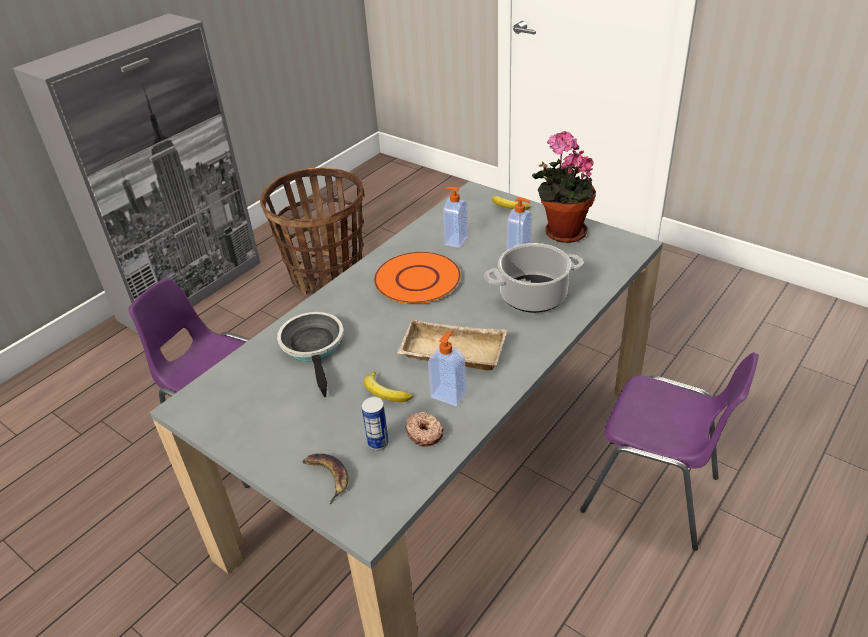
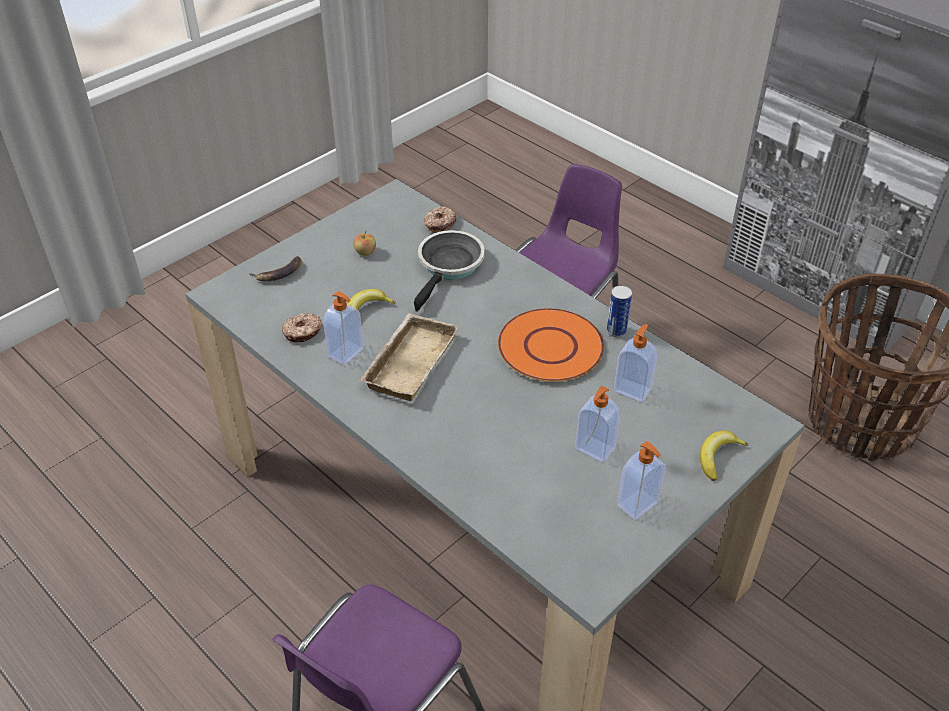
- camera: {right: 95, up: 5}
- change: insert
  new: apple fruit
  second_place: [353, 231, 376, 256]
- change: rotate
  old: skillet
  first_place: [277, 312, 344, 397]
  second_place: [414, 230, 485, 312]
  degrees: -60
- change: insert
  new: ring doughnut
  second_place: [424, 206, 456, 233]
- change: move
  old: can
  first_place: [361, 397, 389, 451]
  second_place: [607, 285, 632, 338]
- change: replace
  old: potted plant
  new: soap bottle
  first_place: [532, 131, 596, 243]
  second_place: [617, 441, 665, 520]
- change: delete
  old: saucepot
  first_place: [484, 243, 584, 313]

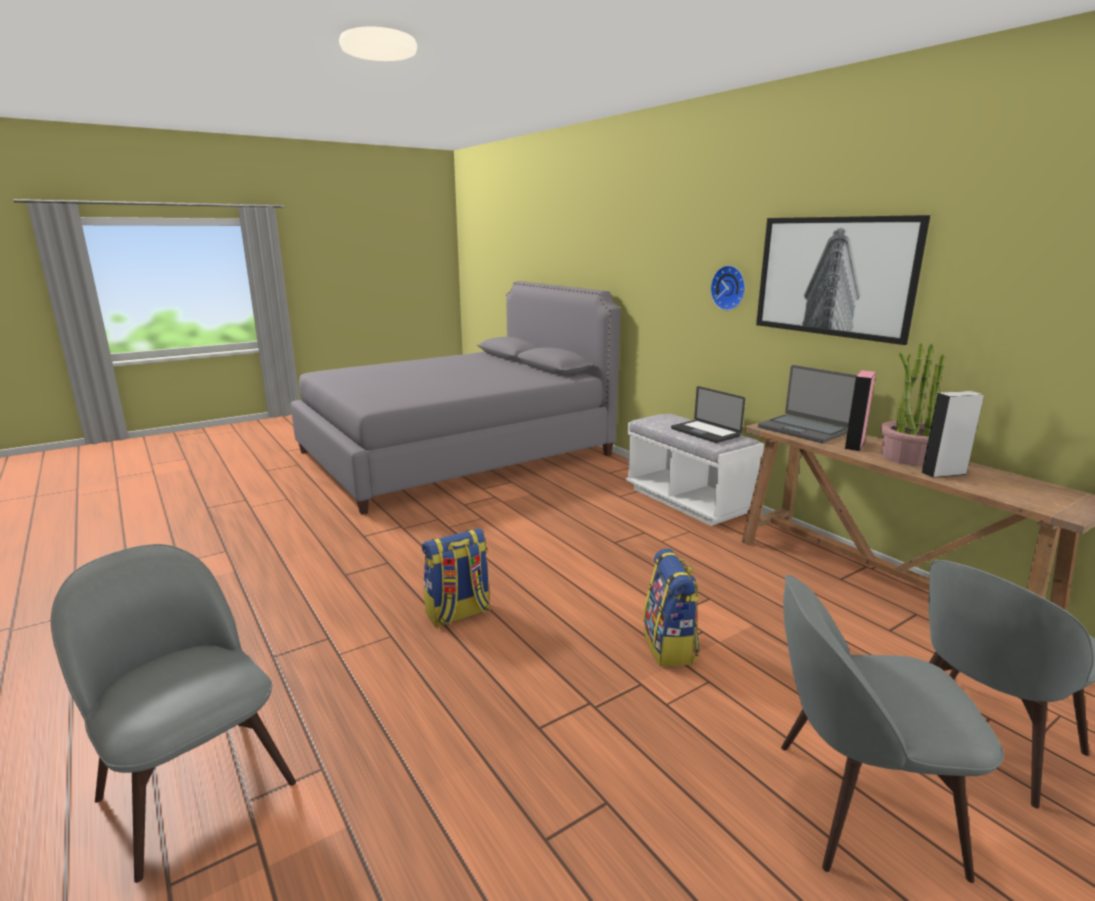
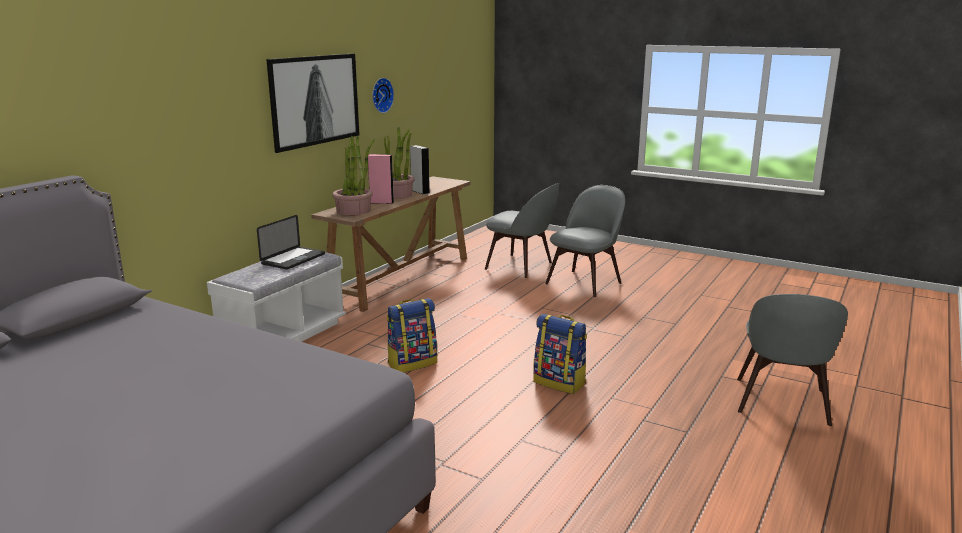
- camera: {right: -115, up: 0}
- change: replace
  old: notebook computer
  new: potted plant
  first_place: [758, 365, 857, 443]
  second_place: [332, 136, 375, 215]
- change: move
  old: clock on the wall
  first_place: [710, 265, 745, 311]
  second_place: [372, 78, 394, 113]
- change: move
  old: knapsack
  first_place: [643, 549, 700, 666]
  second_place: [387, 298, 437, 373]
- change: rotate
  old: greyish upright chair
  first_place: [781, 575, 1004, 883]
  second_place: [545, 185, 625, 297]
  degrees: -120

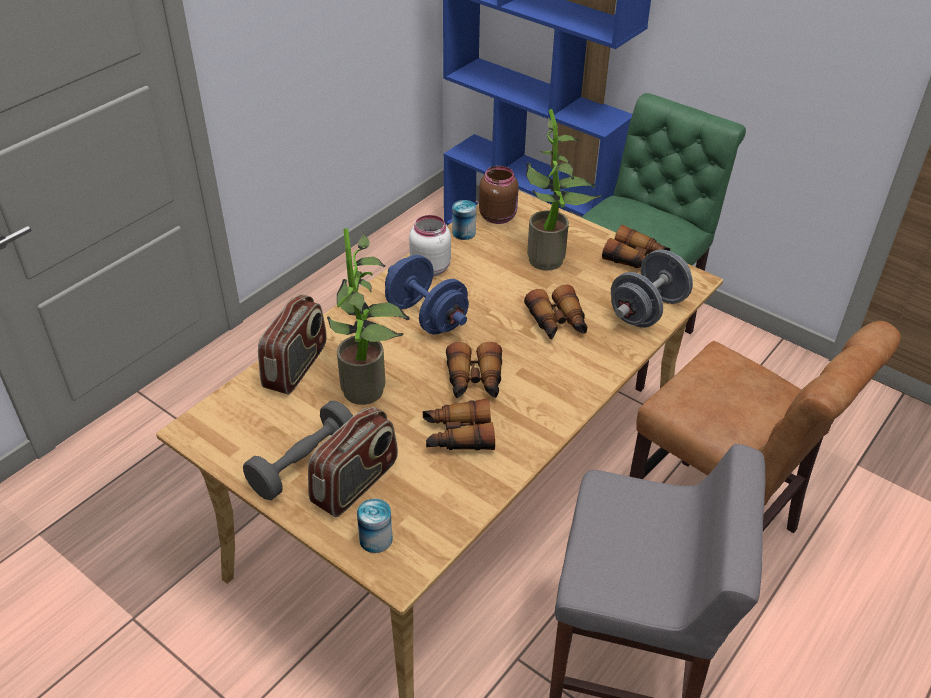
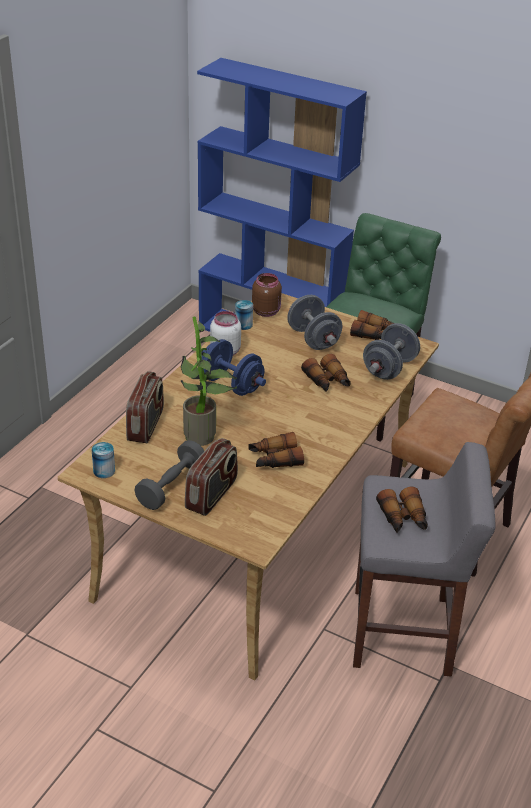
- camera: {right: -10, up: -5}
- change: move
  old: can
  first_place: [357, 498, 393, 553]
  second_place: [92, 442, 115, 478]
- change: replace
  old: potted plant
  new: greyish hand weight
  first_place: [526, 109, 601, 271]
  second_place: [287, 295, 342, 350]
- change: move
  old: field glasses
  first_place: [446, 342, 502, 398]
  second_place: [376, 487, 428, 533]

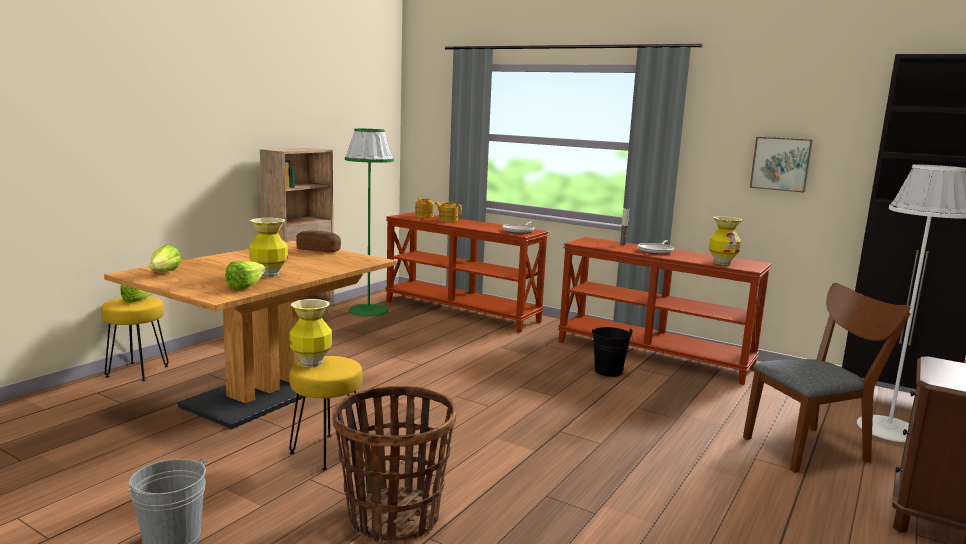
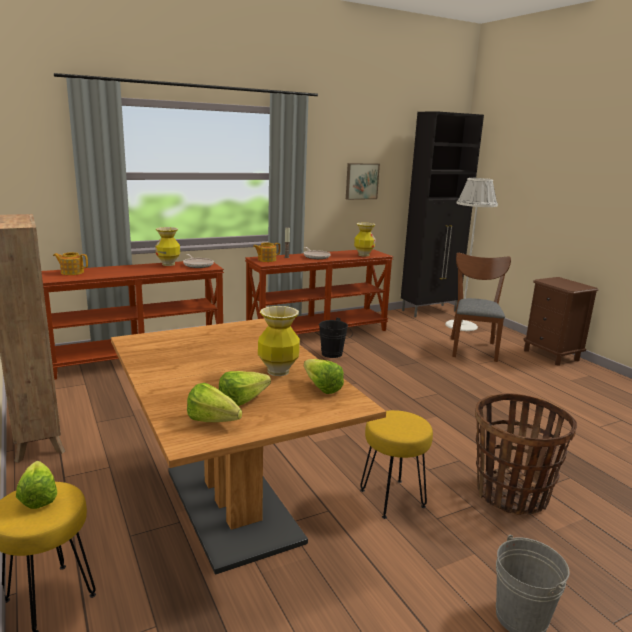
- camera: {right: -60, up: 5}
- change: move
  old: flower vase
  first_place: [290, 299, 332, 367]
  second_place: [155, 227, 180, 266]
- change: insert
  new: lettuce
  second_place: [219, 371, 271, 406]
- change: move
  old: pot for tea
  first_place: [435, 202, 462, 222]
  second_place: [253, 243, 280, 262]
- change: delete
  old: bakery bread
  first_place: [296, 230, 341, 253]
- change: delete
  old: greenish standing lamp
  first_place: [345, 128, 394, 316]

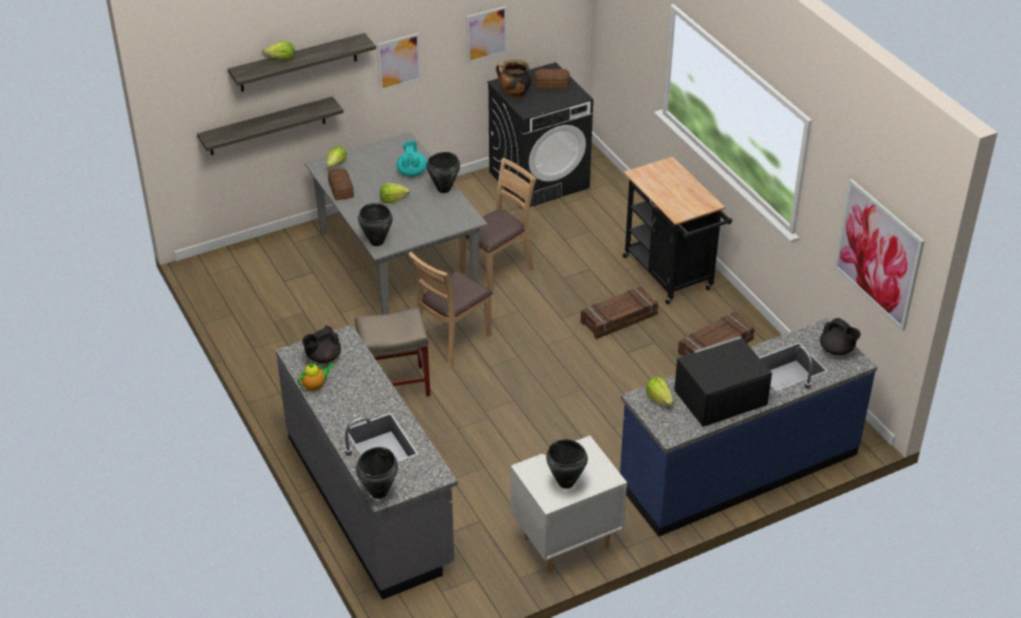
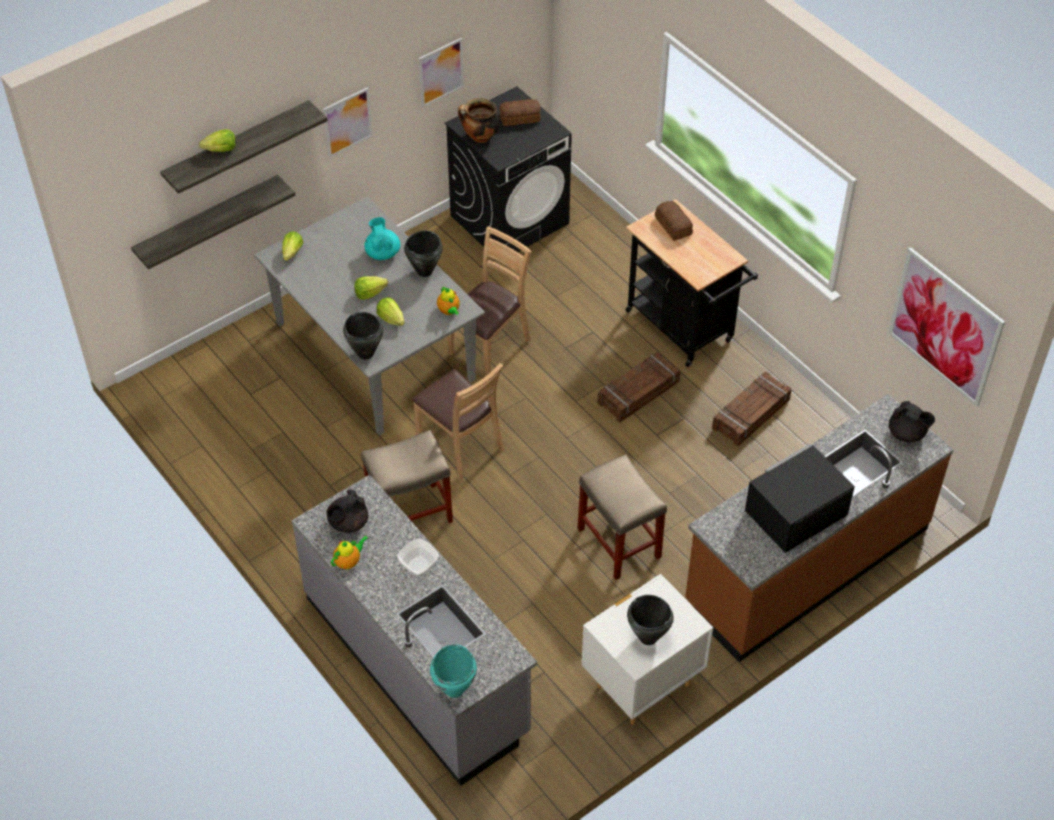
- camera: {right: -10, up: 10}
- change: move
  old: lettuce
  first_place: [646, 377, 673, 406]
  second_place: [377, 297, 404, 326]
- change: insert
  new: serving bowl
  second_place: [397, 539, 439, 576]
- change: rotate
  old: brown-coloured upright chair
  first_place: [408, 252, 493, 366]
  second_place: [412, 363, 504, 481]
  degrees: -75
- change: recolor
  old: black-coloured saucepot
  new: turquoise-coloured saucepot
  first_place: [356, 447, 398, 499]
  second_place: [430, 644, 477, 698]
- change: insert
  new: pot for tea
  second_place: [437, 287, 460, 315]
- change: insert
  new: beige-coloured sitting stool
  second_place: [577, 454, 667, 580]
- change: move
  old: bakery bread
  first_place: [328, 168, 354, 200]
  second_place: [655, 201, 693, 241]
- change: recolor
  old: bluish counter
  new: brown-coloured counter
  first_place: [620, 318, 877, 537]
  second_place: [685, 394, 953, 662]

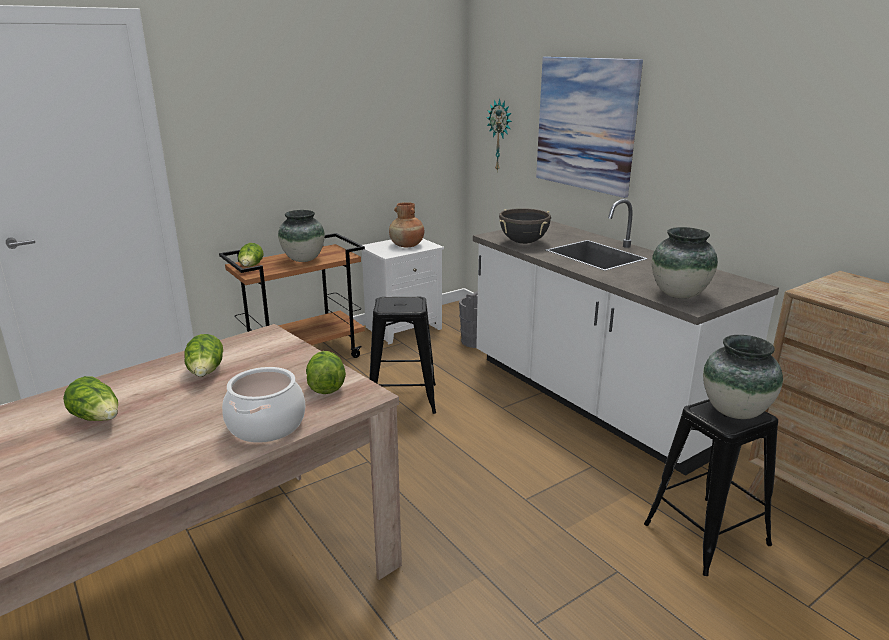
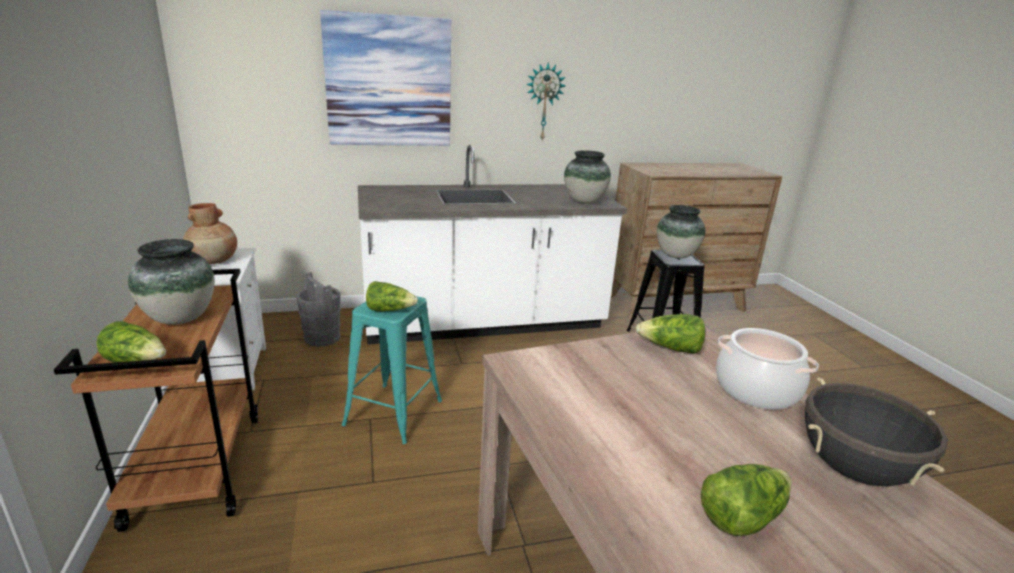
- camera: {right: -70, up: 0}
- change: recolor
  old: black-coloured sitting stool
  new: turquoise-coloured sitting stool
  first_place: [369, 297, 436, 414]
  second_place: [342, 296, 442, 444]
- change: move
  old: lettuce
  first_place: [184, 334, 223, 377]
  second_place: [366, 281, 418, 311]
- change: move
  old: clock on the wall
  first_place: [487, 99, 512, 171]
  second_place: [526, 62, 566, 141]
- change: move
  old: black-coloured saucepot
  first_place: [499, 208, 551, 244]
  second_place: [805, 377, 948, 486]

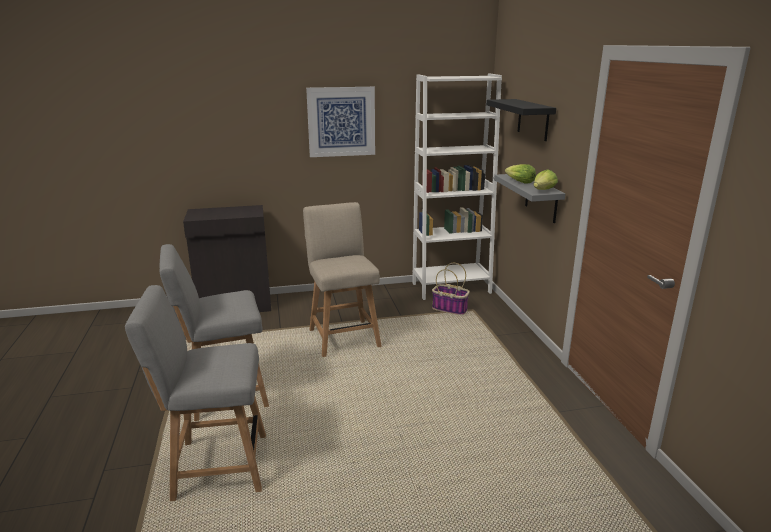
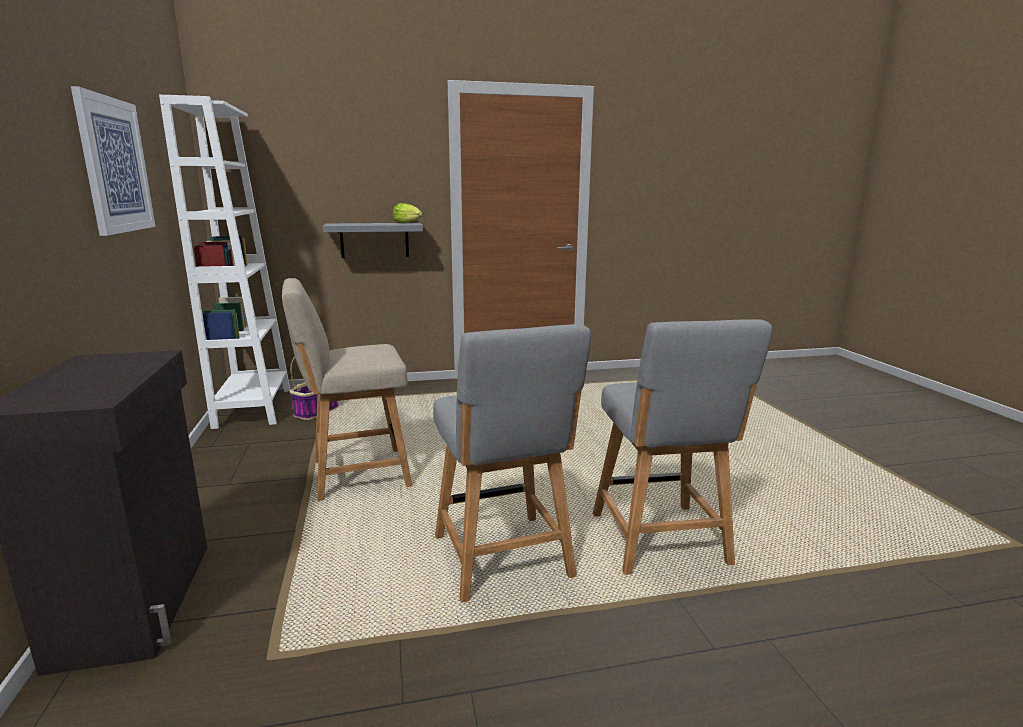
- camera: {right: -90, up: -5}
- change: delete
  old: black-coloured wall shelf
  first_place: [487, 99, 556, 141]
- change: delete
  old: lettuce
  first_place: [505, 164, 536, 184]

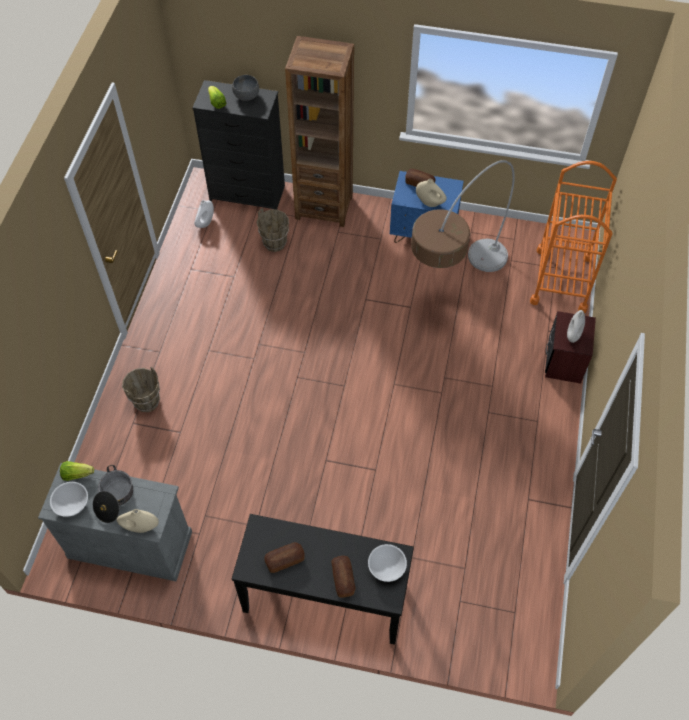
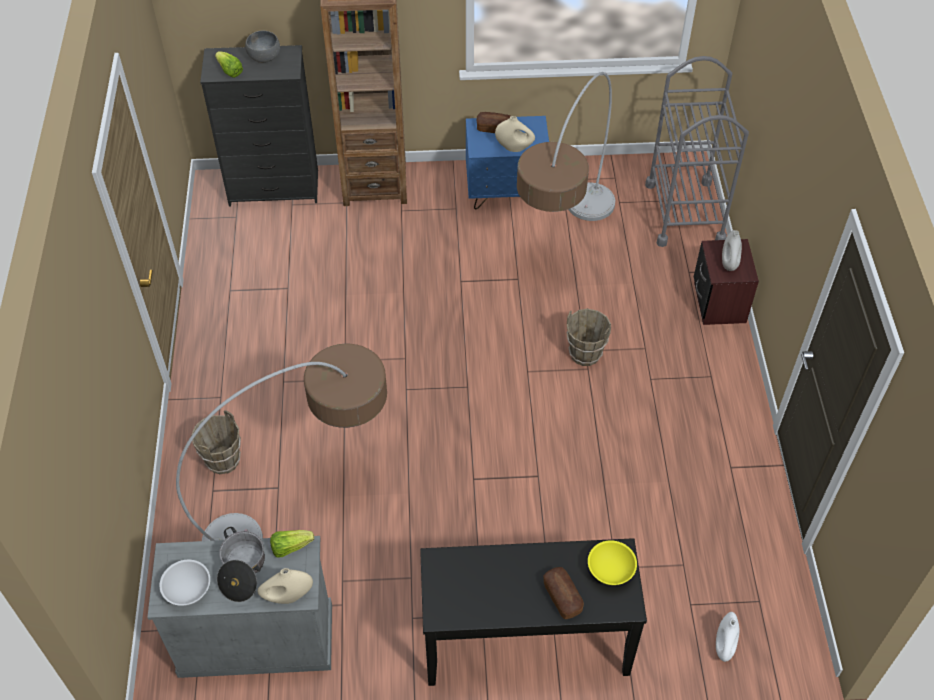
- camera: {right: -15, up: -5}
- change: insert
  new: standing lamp
  second_place: [176, 344, 387, 541]
- change: move
  old: lettuce
  first_place: [60, 461, 94, 481]
  second_place: [270, 530, 314, 558]
- change: move
  old: brown-coloured bucket
  first_place: [257, 208, 289, 252]
  second_place: [566, 308, 611, 366]
- change: recolor
  old: whitish serving bowl
  new: yellowish serving bowl
  first_place: [368, 544, 407, 582]
  second_place: [588, 540, 637, 585]
- change: recolor
  old: orangey cart
  new: greyish cart
  first_place: [530, 161, 617, 313]
  second_place: [645, 56, 749, 247]
- change: move
  old: whitish flower vase
  first_place: [194, 200, 214, 228]
  second_place: [716, 612, 740, 662]
- change: delete
  old: bakery bread
  first_place: [264, 542, 305, 573]

